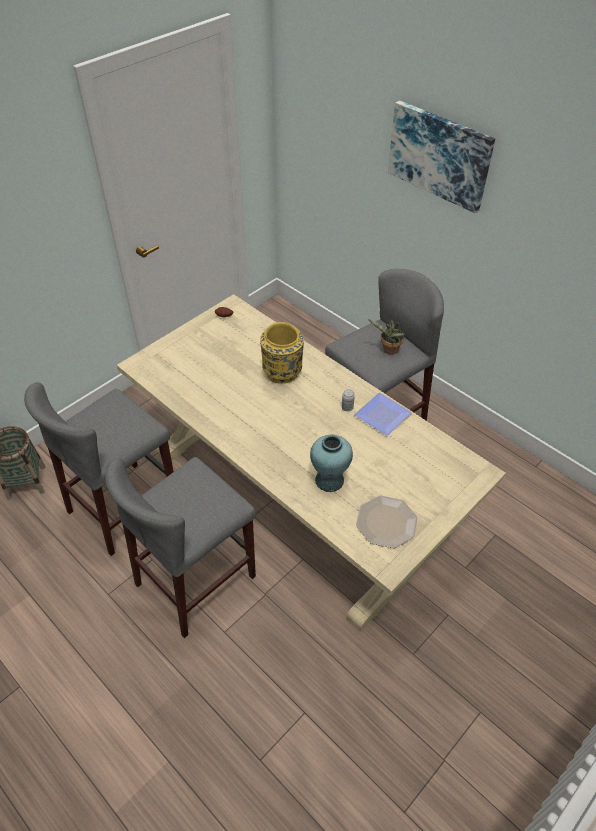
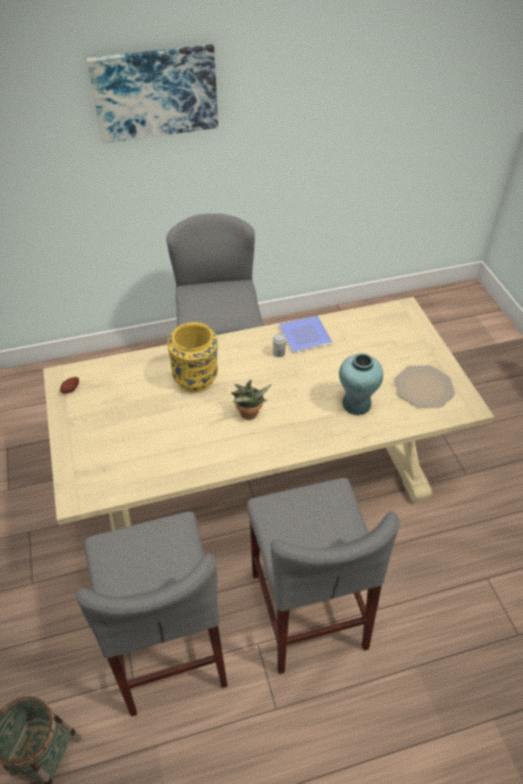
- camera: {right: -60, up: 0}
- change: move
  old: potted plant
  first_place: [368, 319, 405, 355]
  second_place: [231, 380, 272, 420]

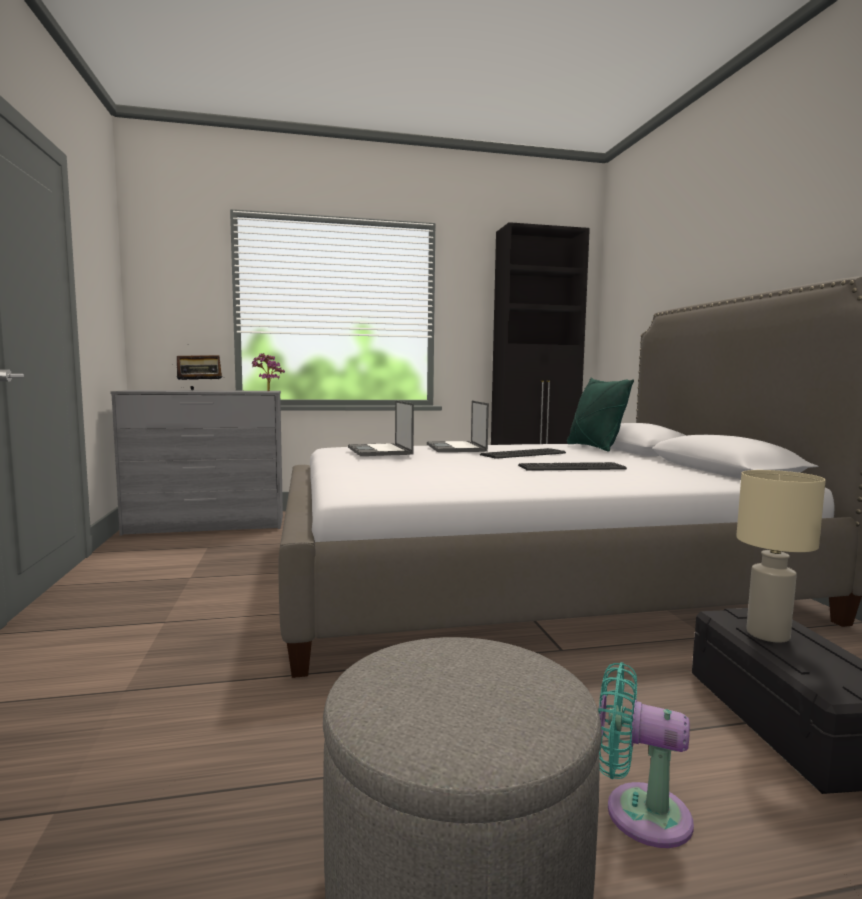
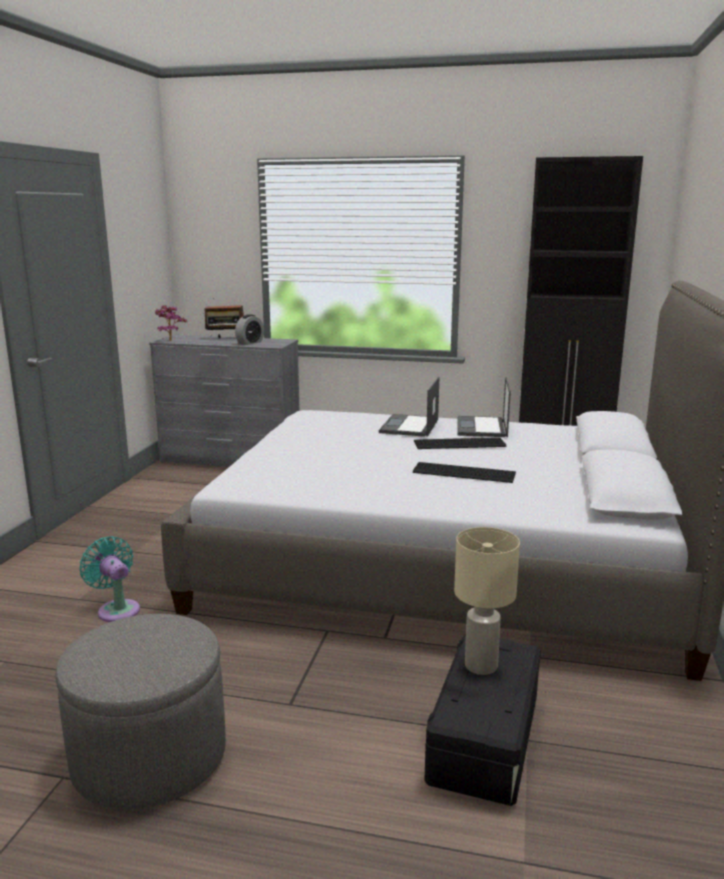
- camera: {right: 25, up: 10}
- change: move
  old: turquoise-coloured electric fan
  first_place: [598, 662, 694, 848]
  second_place: [80, 536, 140, 622]
- change: move
  old: potted plant
  first_place: [252, 353, 285, 391]
  second_place: [155, 305, 187, 340]
- change: insert
  new: bedside clock
  second_place: [235, 314, 264, 345]
- change: move
  old: notebook computer
  first_place: [348, 400, 414, 456]
  second_place: [458, 377, 511, 437]
- change: delete
  old: greenish cushion
  first_place: [567, 378, 634, 452]

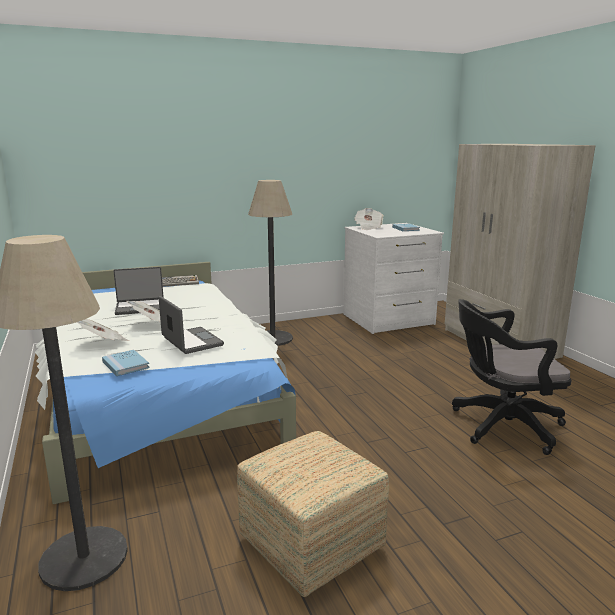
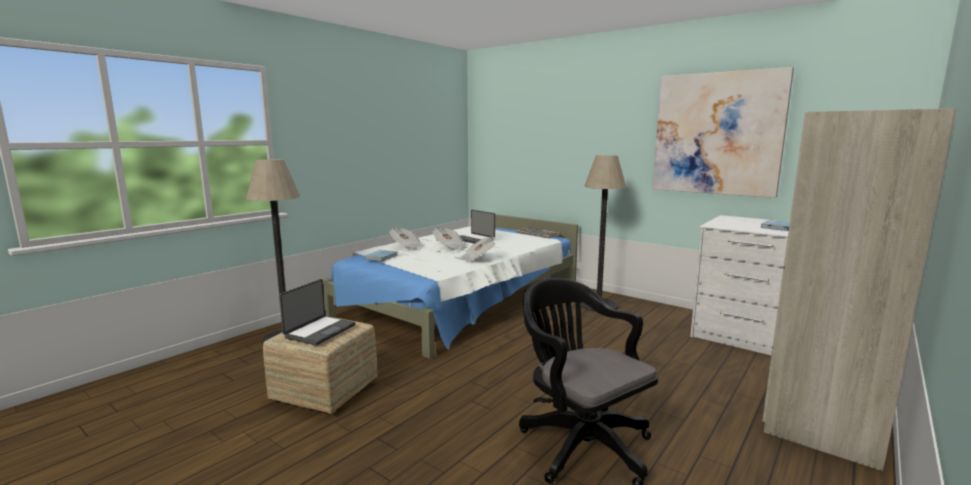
- camera: {right: 60, up: -5}
- change: move
  old: notebook computer
  first_place: [158, 296, 224, 354]
  second_place: [279, 279, 355, 346]
- change: move
  old: newspaper
  first_place: [354, 208, 384, 230]
  second_place: [459, 237, 495, 261]
- change: insert
  new: wall picture
  second_place: [653, 67, 794, 198]

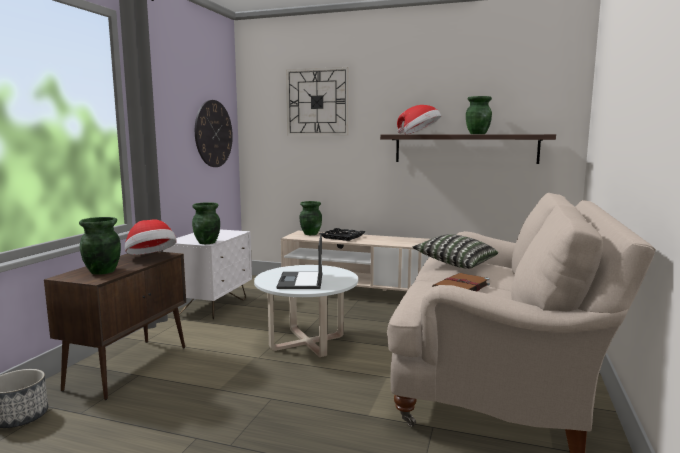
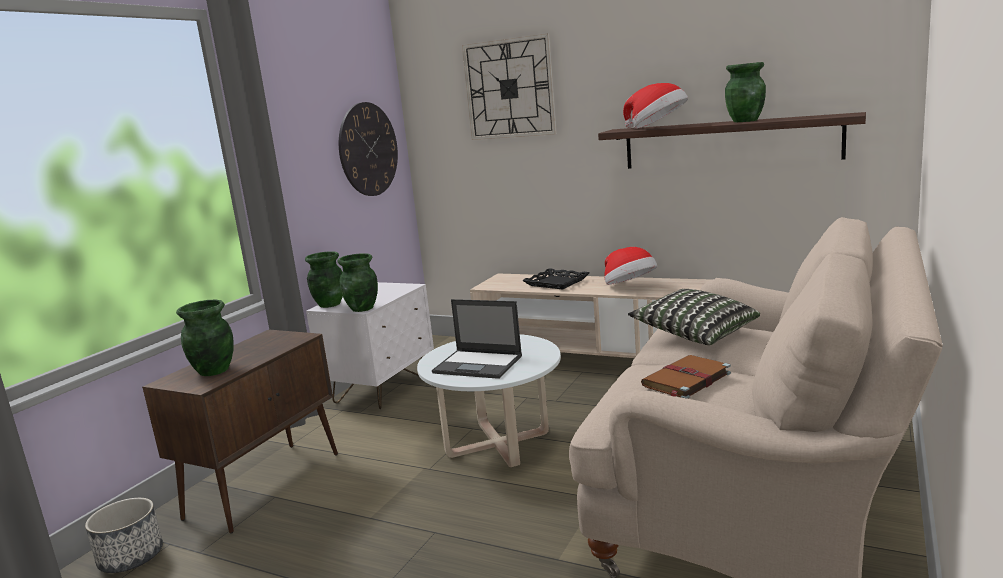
- camera: {right: 10, up: 5}
- change: move
  old: greenish flower vase
  first_place: [300, 201, 322, 235]
  second_place: [305, 251, 343, 308]
- change: rotate
  old: notebook computer
  first_place: [277, 234, 322, 289]
  second_place: [432, 299, 522, 379]
  degrees: -75
- change: move
  old: hat
  first_place: [125, 219, 177, 255]
  second_place: [604, 247, 657, 285]

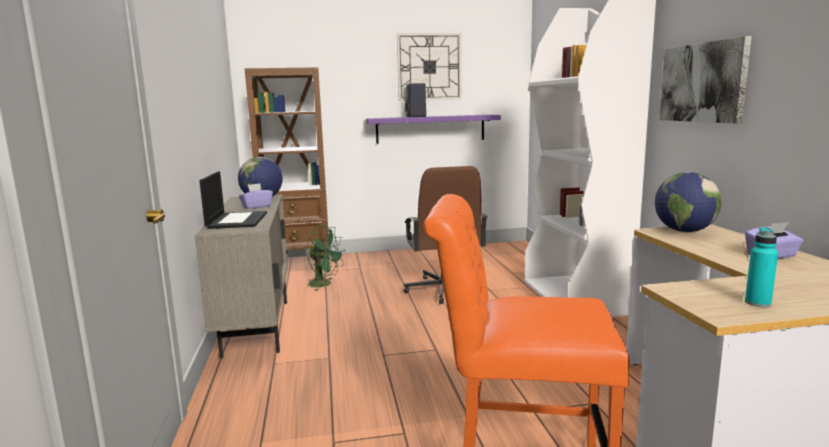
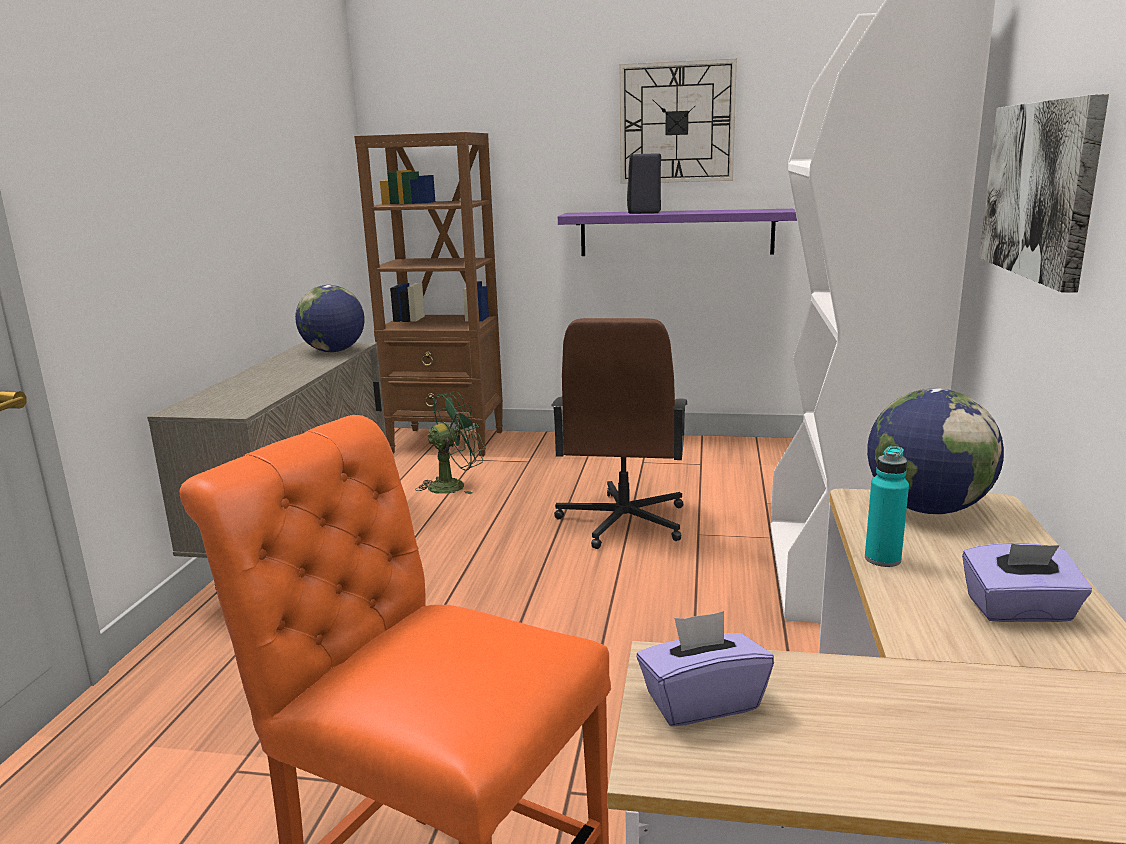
- camera: {right: 20, up: 5}
- change: rotate
  old: greenish electric fan
  first_place: [307, 225, 346, 291]
  second_place: [415, 391, 485, 494]
  degrees: -75
- change: move
  old: purple tissue holder
  first_place: [239, 183, 273, 209]
  second_place: [636, 611, 774, 727]
- change: move
  old: turquoise-coloured drink bottle
  first_place: [745, 227, 778, 307]
  second_place: [865, 446, 909, 567]
- change: delete
  old: notebook computer
  first_place: [199, 171, 267, 229]

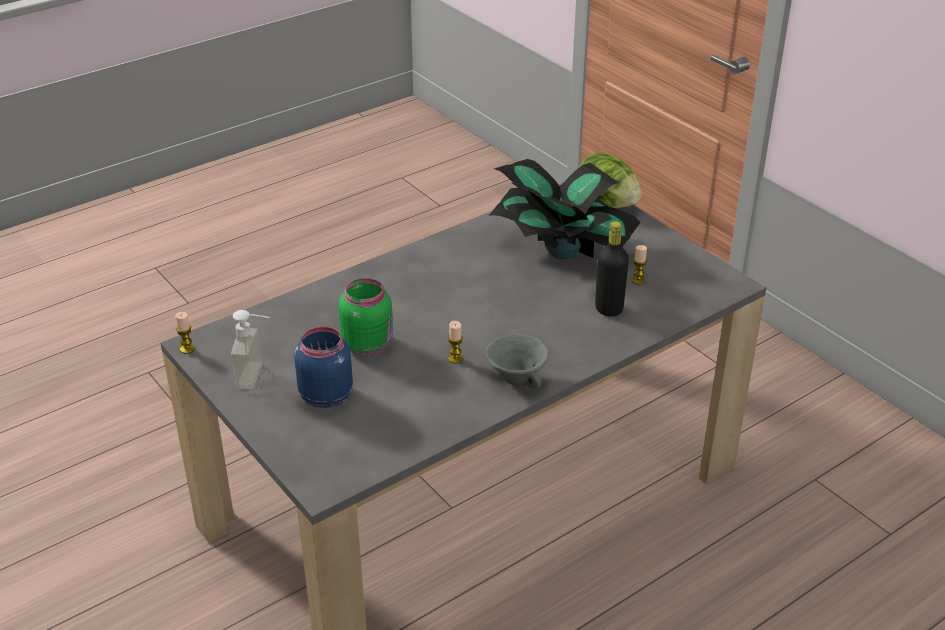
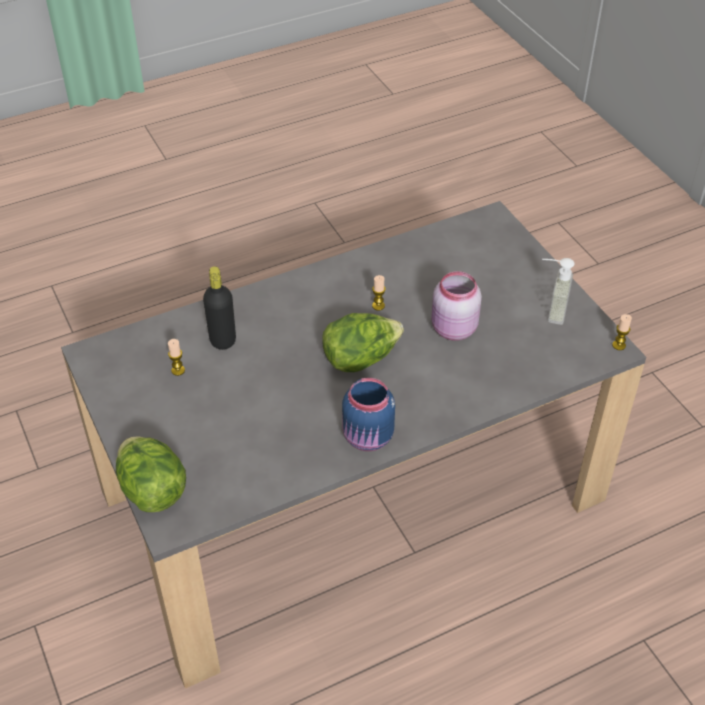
- camera: {right: -170, up: 10}
- change: insert
  new: lettuce
  second_place: [322, 313, 404, 372]
- change: move
  old: bluish preserve jar
  first_place: [294, 327, 353, 409]
  second_place: [342, 378, 395, 451]
- change: recolor
  old: greenish preserve jar
  new: pinkish preserve jar
  first_place: [339, 278, 393, 356]
  second_place: [431, 271, 482, 341]
- change: delete
  old: greyish serving bowl
  first_place: [485, 334, 549, 389]
- change: delete
  old: potted plant
  first_place: [489, 159, 641, 260]

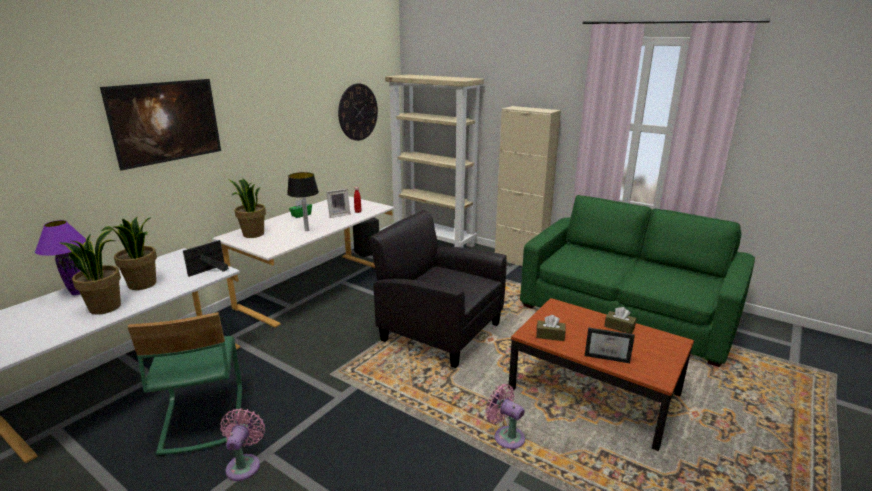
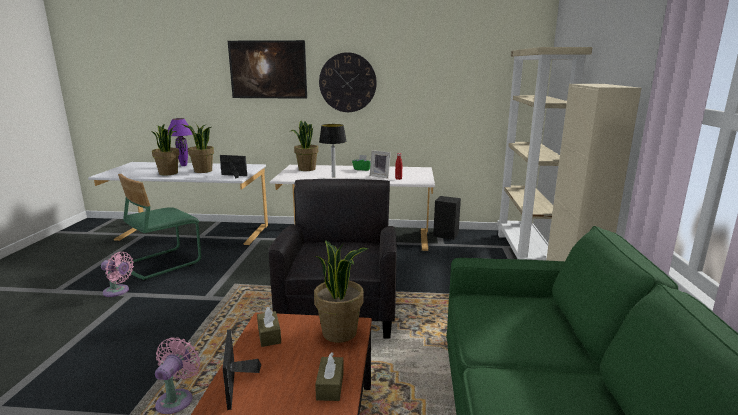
- camera: {right: 60, up: -5}
- change: rotate
  old: pinkish electric fan
  first_place: [220, 408, 265, 481]
  second_place: [101, 252, 134, 297]
  degrees: 45
- change: insert
  new: potted plant
  second_place: [314, 240, 368, 343]
- change: move
  old: clock on the wall
  first_place: [338, 84, 378, 141]
  second_place: [319, 52, 377, 112]

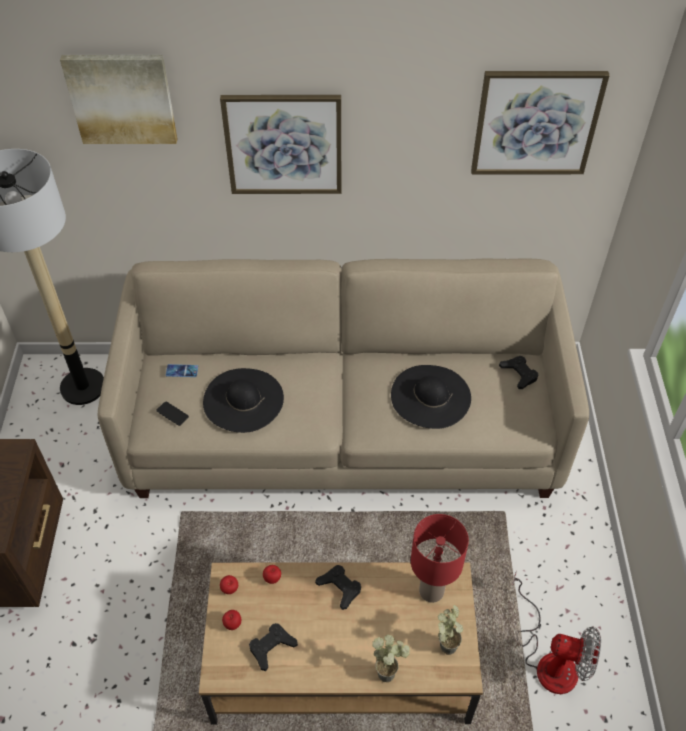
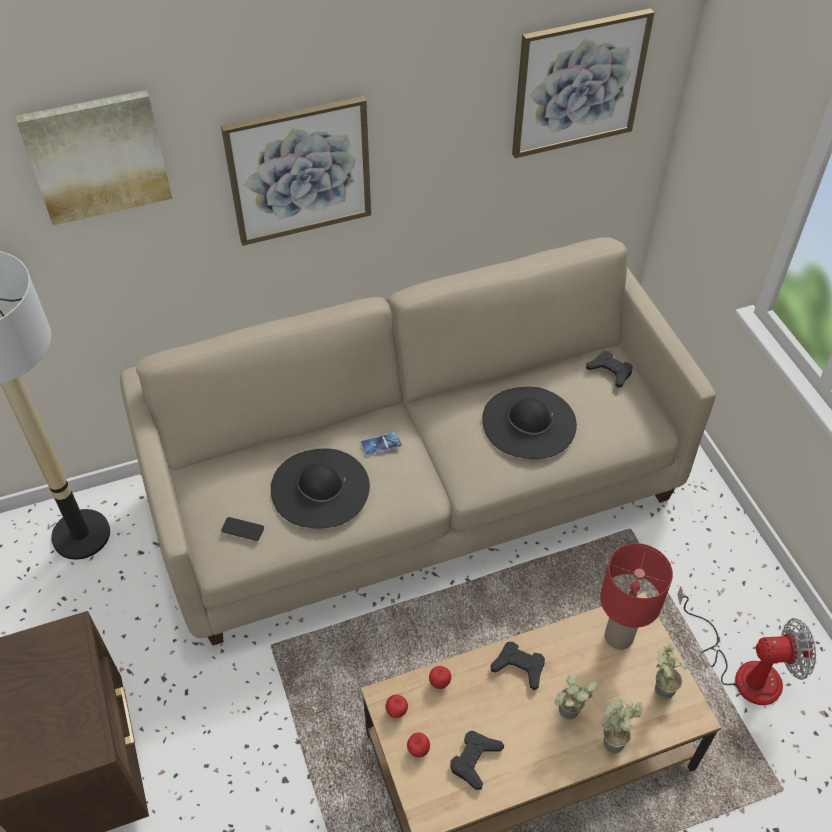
- camera: {right: -20, up: 0}
- change: move
  old: phone
  first_place: [166, 364, 198, 377]
  second_place: [361, 432, 402, 455]
- change: insert
  new: potted plant
  second_place: [554, 675, 598, 720]

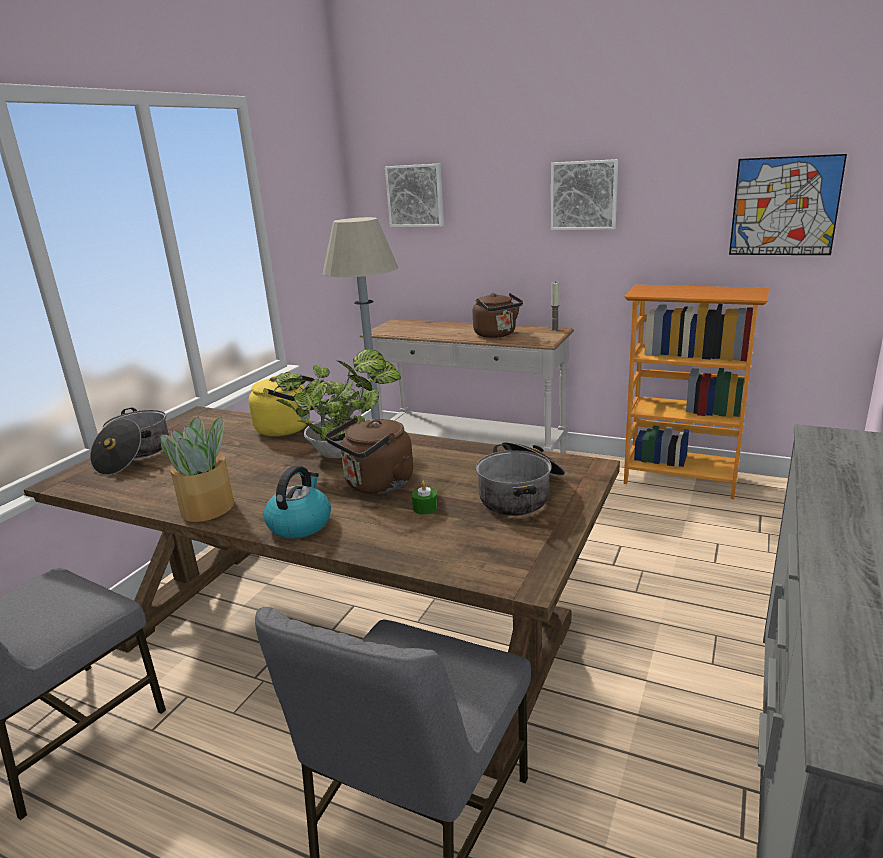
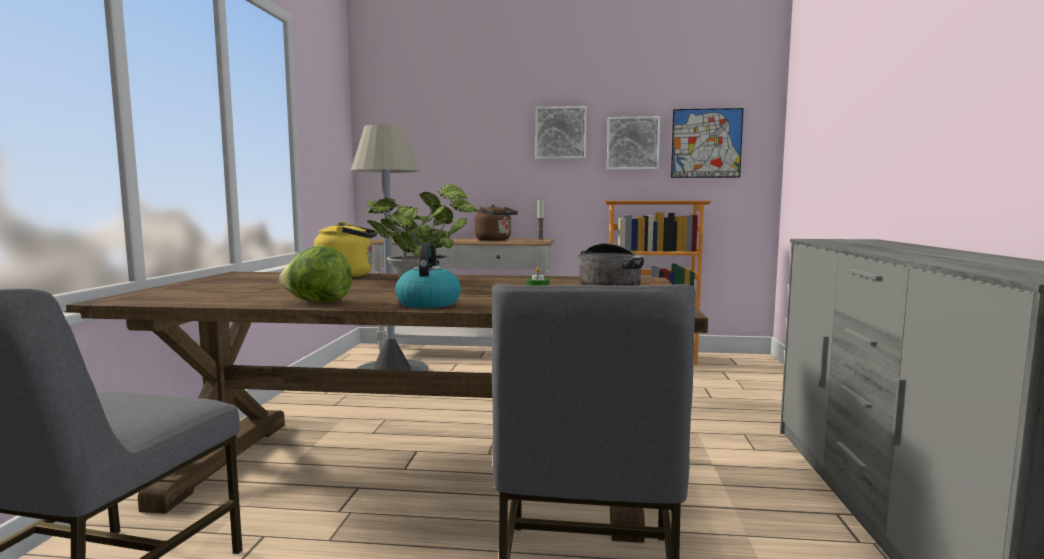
- camera: {right: -20, up: -15}
- change: replace
  old: potted plant
  new: lettuce
  first_place: [160, 416, 234, 522]
  second_place: [279, 246, 352, 302]
- change: move
  old: wall picture
  first_place: [385, 163, 444, 227]
  second_place: [607, 116, 660, 170]
- change: delete
  old: saucepot
  first_place: [90, 408, 169, 475]
- change: delete
  old: brown-coloured water kettle
  first_place: [325, 417, 413, 494]

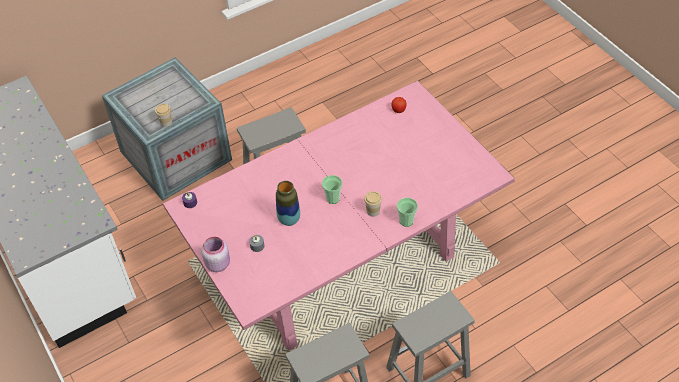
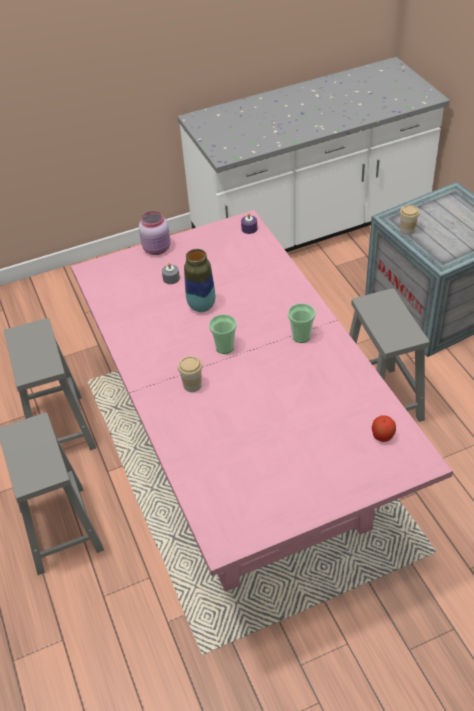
- camera: {right: 100, up: -5}
- change: move
  old: cup
  first_place: [397, 198, 418, 227]
  second_place: [288, 303, 316, 343]

